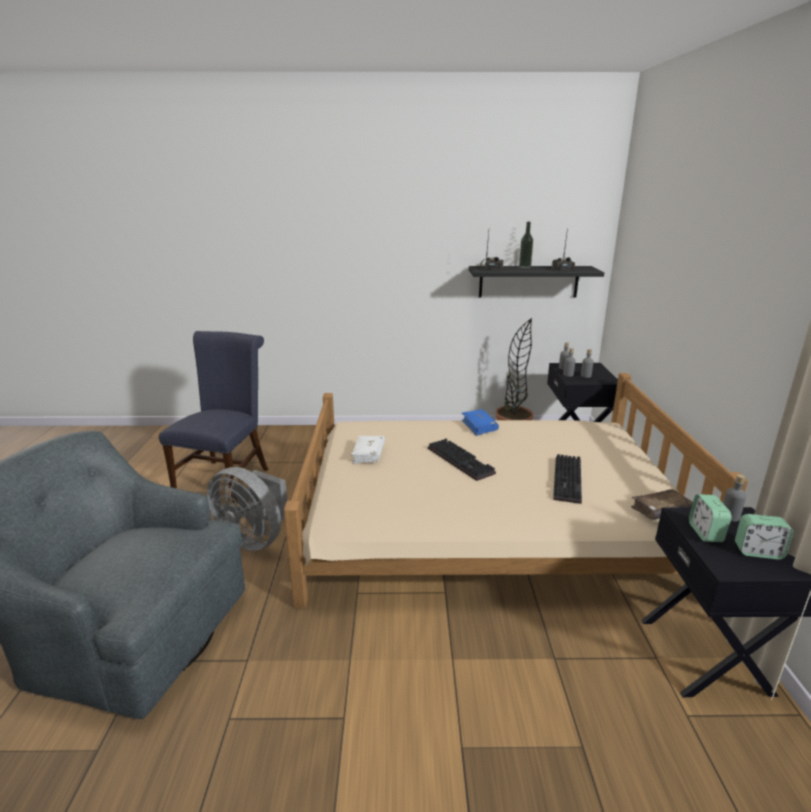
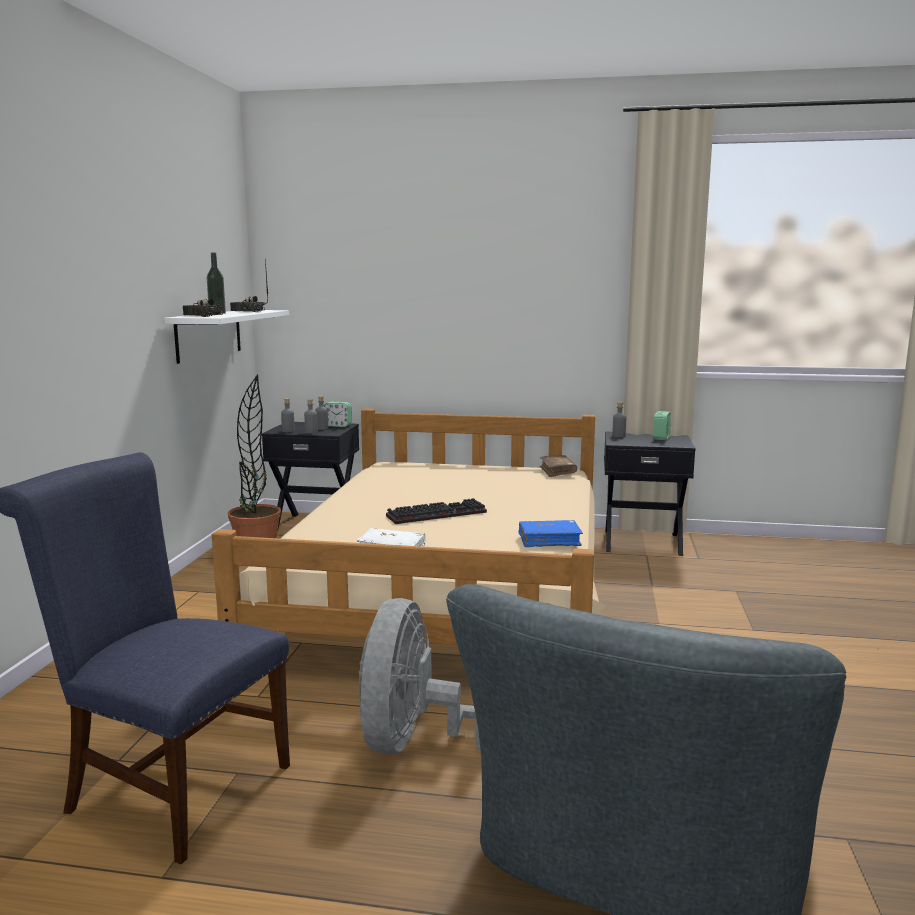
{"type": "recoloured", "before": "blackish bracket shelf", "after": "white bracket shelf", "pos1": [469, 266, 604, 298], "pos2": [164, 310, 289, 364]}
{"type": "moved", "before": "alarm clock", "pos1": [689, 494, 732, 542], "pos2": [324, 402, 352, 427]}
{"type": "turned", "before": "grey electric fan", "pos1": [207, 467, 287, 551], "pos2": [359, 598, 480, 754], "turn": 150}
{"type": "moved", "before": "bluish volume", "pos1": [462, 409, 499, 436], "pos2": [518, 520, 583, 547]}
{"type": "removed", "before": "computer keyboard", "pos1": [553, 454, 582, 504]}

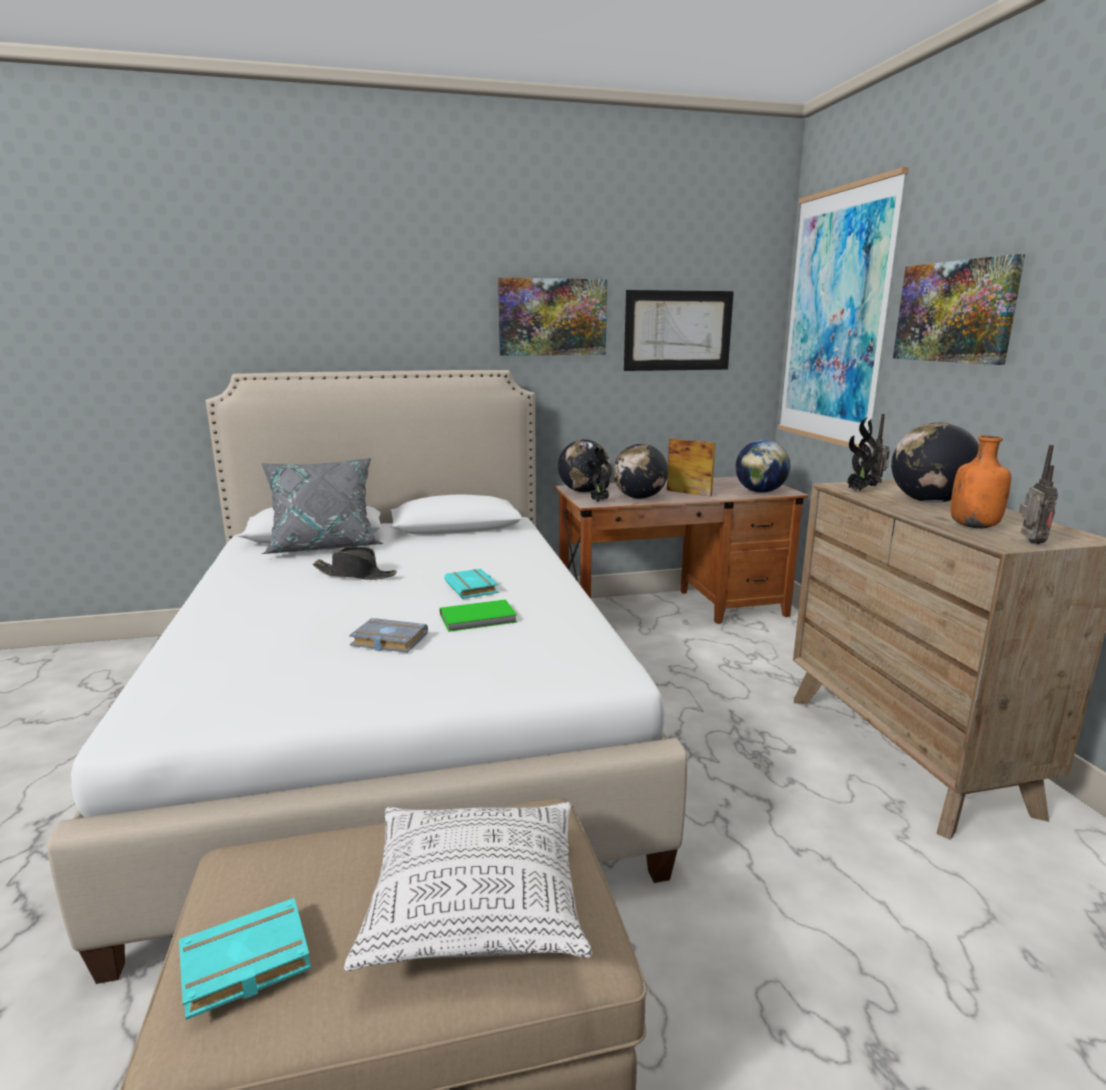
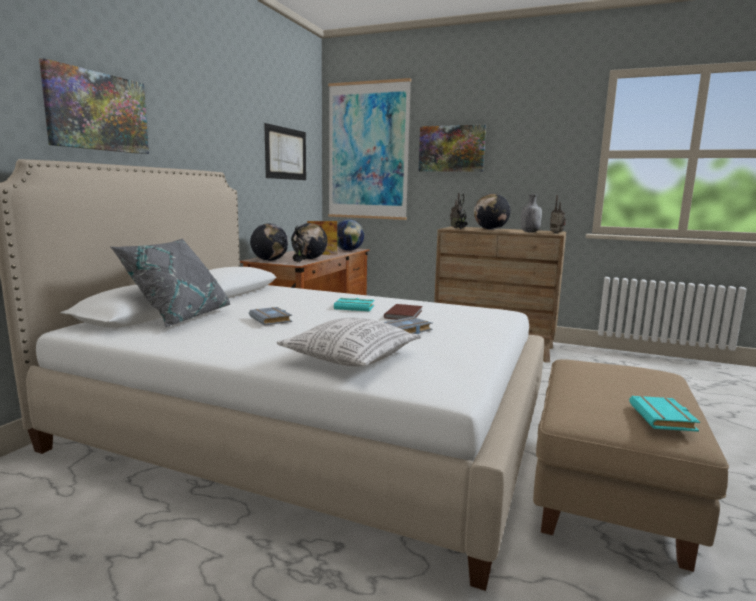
{"type": "moved", "before": "wall picture", "pos1": [498, 278, 607, 356], "pos2": [39, 58, 149, 154]}
{"type": "replaced", "before": "blackish hat", "after": "grey volume", "pos1": [312, 547, 397, 580], "pos2": [249, 307, 292, 326]}
{"type": "moved", "before": "pillow", "pos1": [344, 802, 592, 971], "pos2": [277, 318, 421, 366]}
{"type": "recoloured", "before": "green-coloured volume", "after": "brownish volume", "pos1": [440, 599, 517, 632], "pos2": [384, 304, 422, 320]}
{"type": "recoloured", "before": "orangey bottle", "after": "grey bottle", "pos1": [951, 435, 1011, 528], "pos2": [521, 194, 542, 233]}

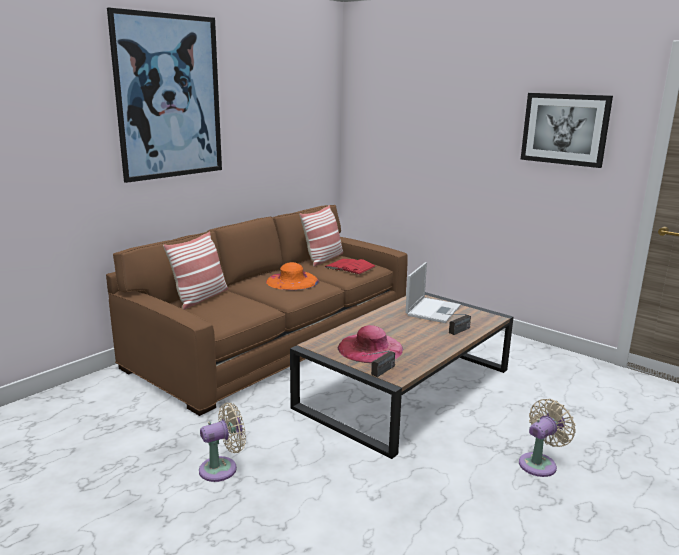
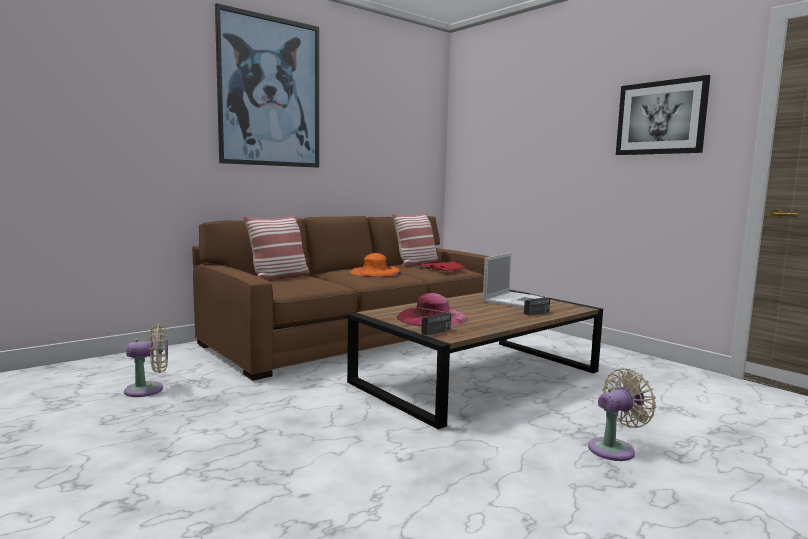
{"type": "moved", "before": "beige-coloured electric fan", "pos1": [199, 402, 246, 482], "pos2": [124, 325, 168, 397]}

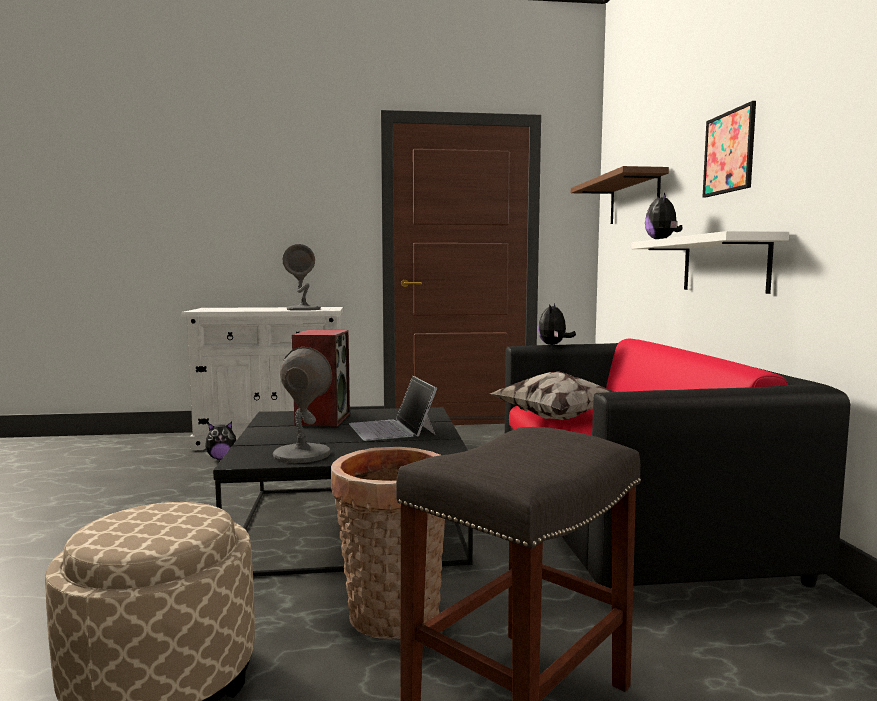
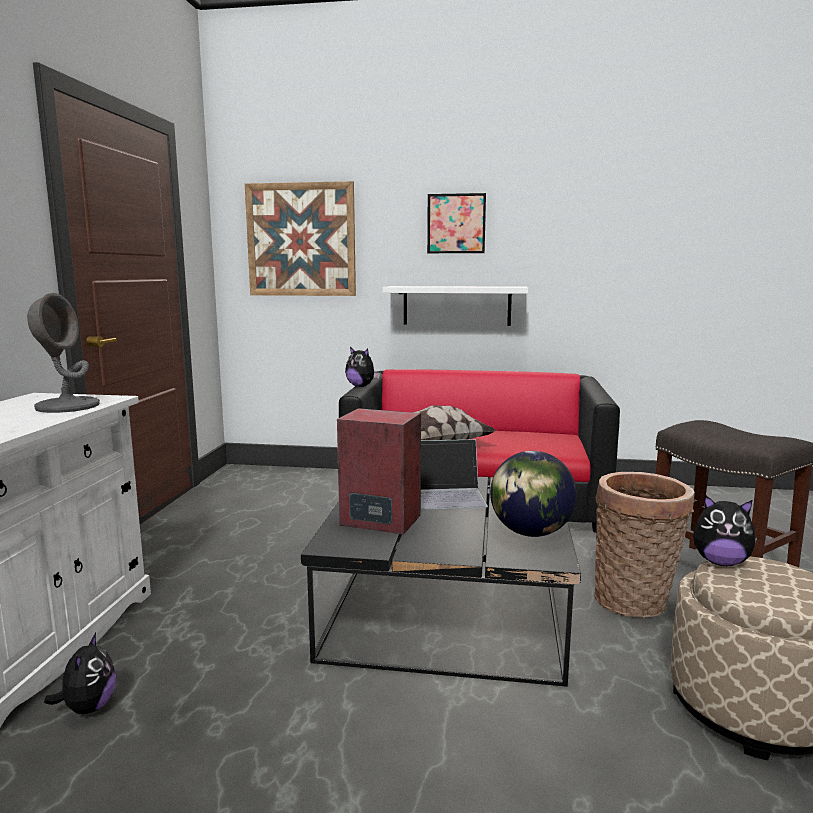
{"type": "replaced", "before": "brownish bracket shelf", "after": "wall picture", "pos1": [571, 166, 669, 224], "pos2": [245, 181, 356, 296]}
{"type": "replaced", "before": "grey tabletop lamp", "after": "world globe", "pos1": [273, 347, 332, 463], "pos2": [490, 451, 577, 537]}
{"type": "moved", "before": "cuddly toy", "pos1": [645, 193, 683, 239], "pos2": [693, 496, 757, 566]}

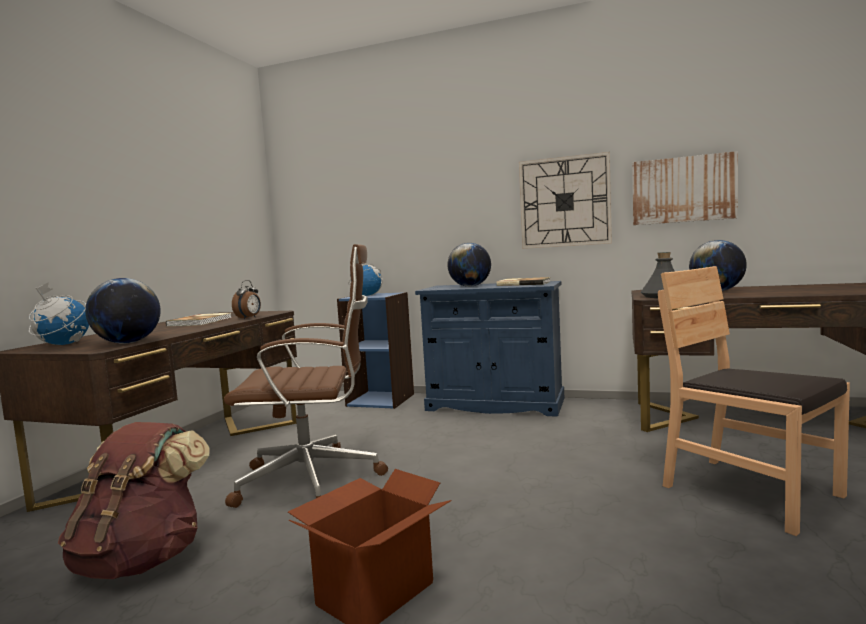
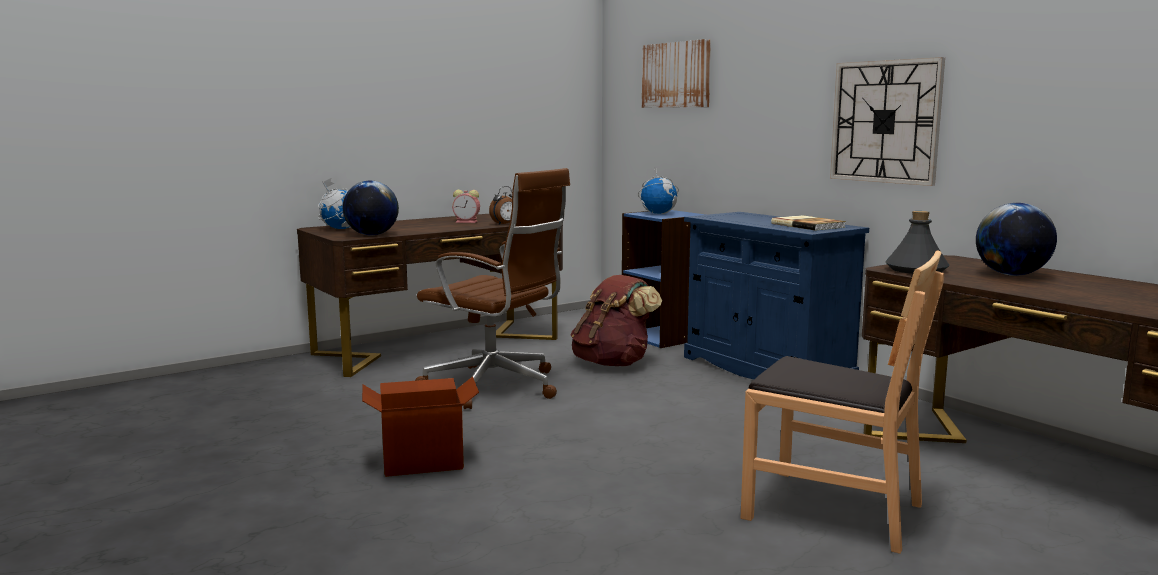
{"type": "replaced", "before": "volume", "after": "alarm clock", "pos1": [166, 313, 231, 326], "pos2": [452, 190, 480, 223]}
{"type": "moved", "before": "brownish backpack", "pos1": [58, 422, 210, 579], "pos2": [571, 275, 662, 366]}
{"type": "moved", "before": "wall picture", "pos1": [632, 151, 738, 225], "pos2": [642, 39, 711, 108]}
{"type": "turned", "before": "brownish plain chair", "pos1": [658, 266, 850, 536], "pos2": [741, 251, 944, 554], "turn": 120}
{"type": "removed", "before": "world globe", "pos1": [447, 243, 491, 287]}

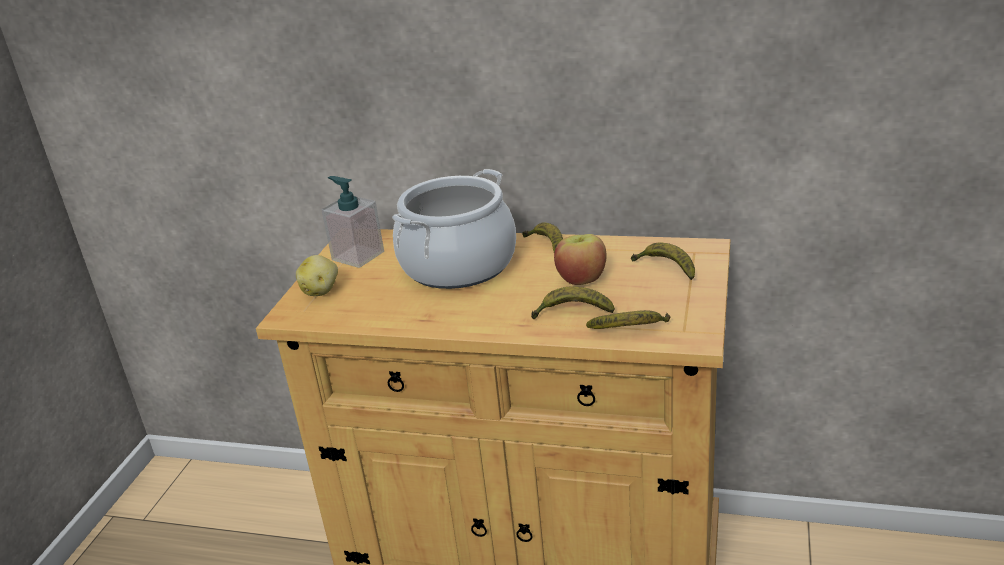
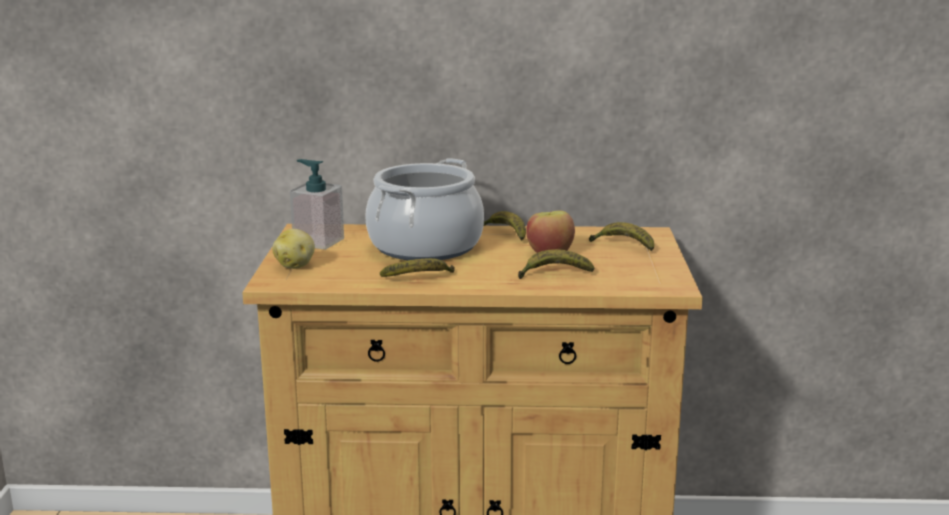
{"type": "moved", "before": "banana fruit", "pos1": [586, 310, 670, 329], "pos2": [380, 258, 455, 277]}

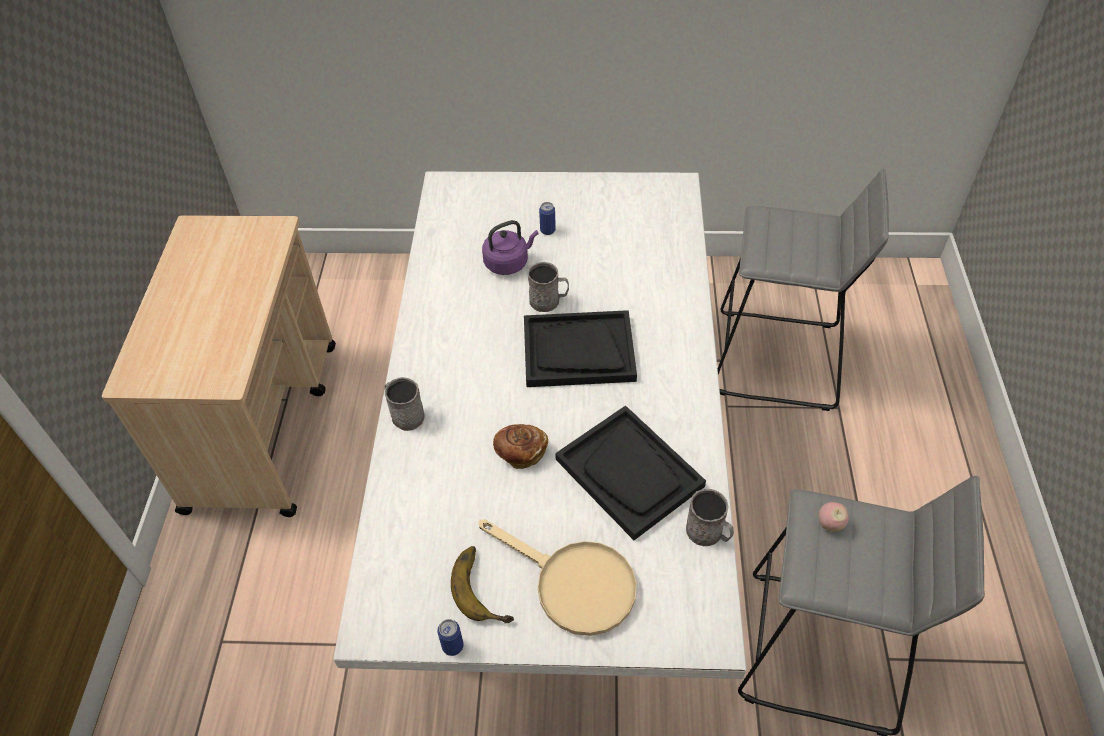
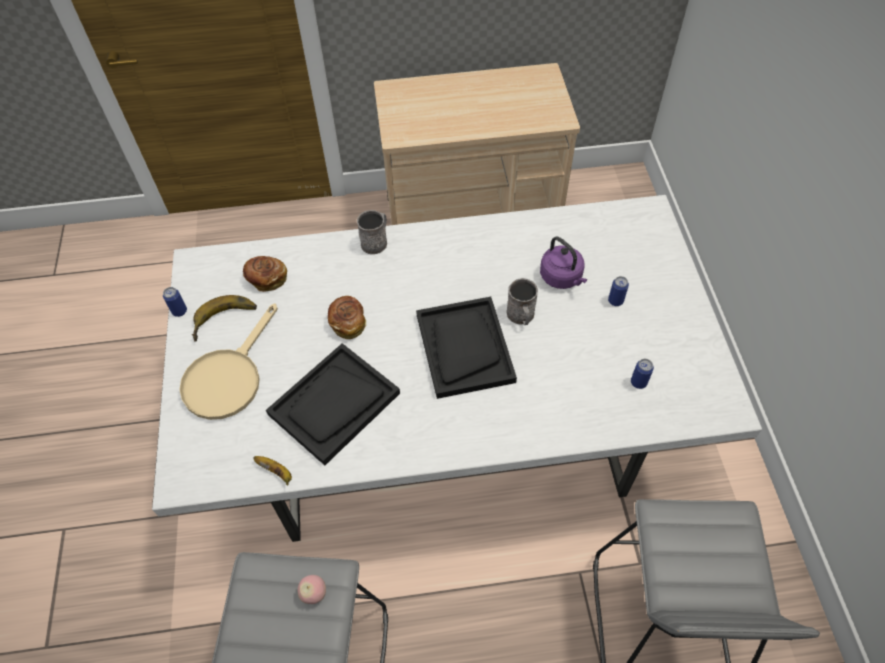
{"type": "added", "after": "bakery bread", "pos2": [243, 256, 287, 292]}
{"type": "replaced", "before": "grey mug", "after": "banana fruit", "pos1": [686, 489, 734, 546], "pos2": [253, 456, 292, 486]}
{"type": "added", "after": "can", "pos2": [631, 359, 654, 389]}

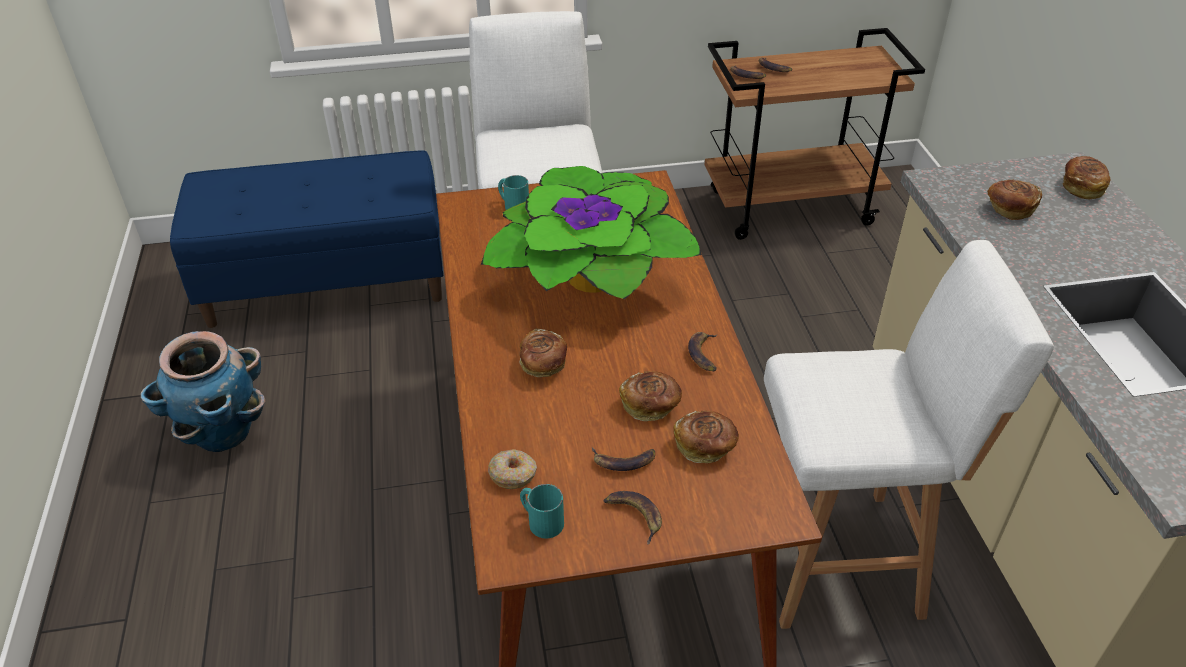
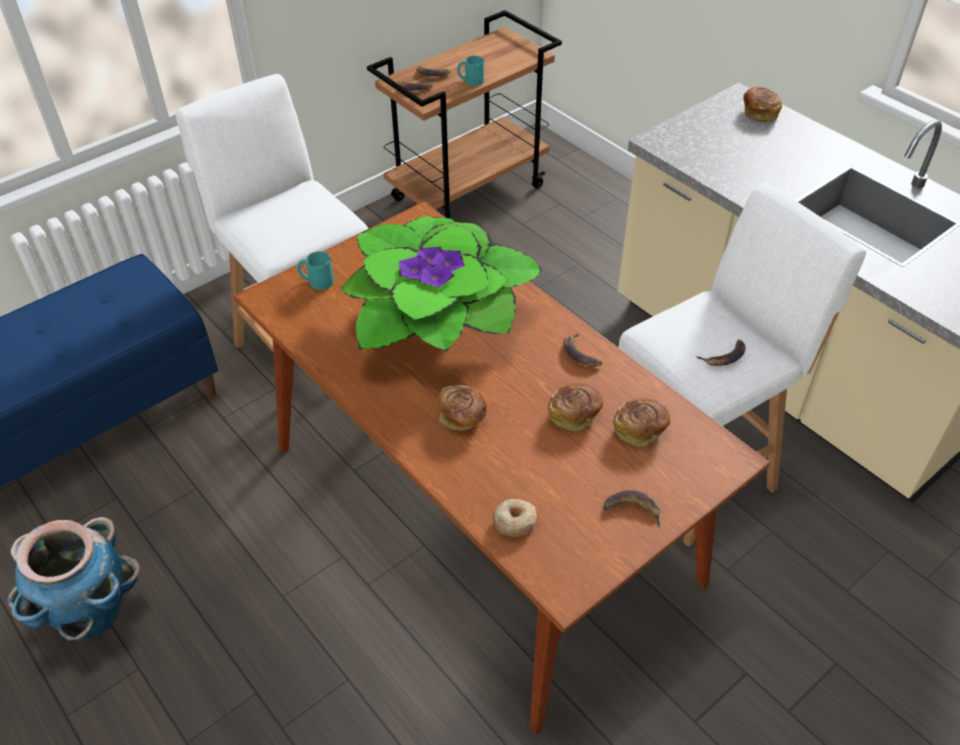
{"type": "moved", "before": "turquoise-coloured mug", "pos1": [520, 484, 564, 539], "pos2": [457, 56, 484, 86]}
{"type": "moved", "before": "banana fruit", "pos1": [592, 448, 655, 471], "pos2": [696, 339, 746, 366]}
{"type": "removed", "before": "bakery bread", "pos1": [987, 180, 1042, 220]}

